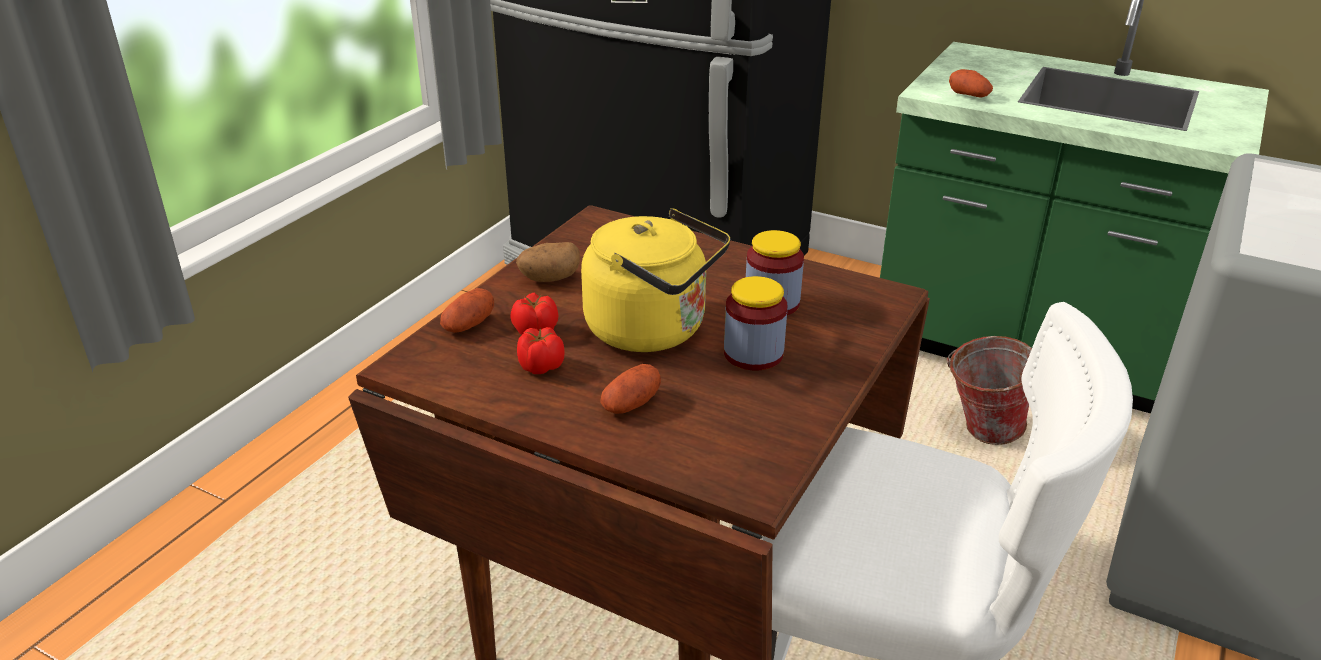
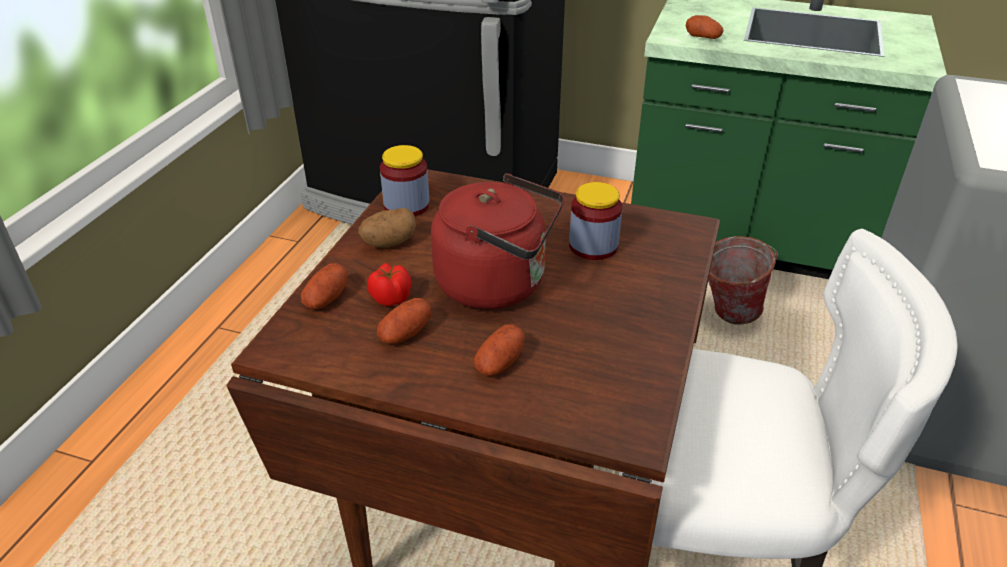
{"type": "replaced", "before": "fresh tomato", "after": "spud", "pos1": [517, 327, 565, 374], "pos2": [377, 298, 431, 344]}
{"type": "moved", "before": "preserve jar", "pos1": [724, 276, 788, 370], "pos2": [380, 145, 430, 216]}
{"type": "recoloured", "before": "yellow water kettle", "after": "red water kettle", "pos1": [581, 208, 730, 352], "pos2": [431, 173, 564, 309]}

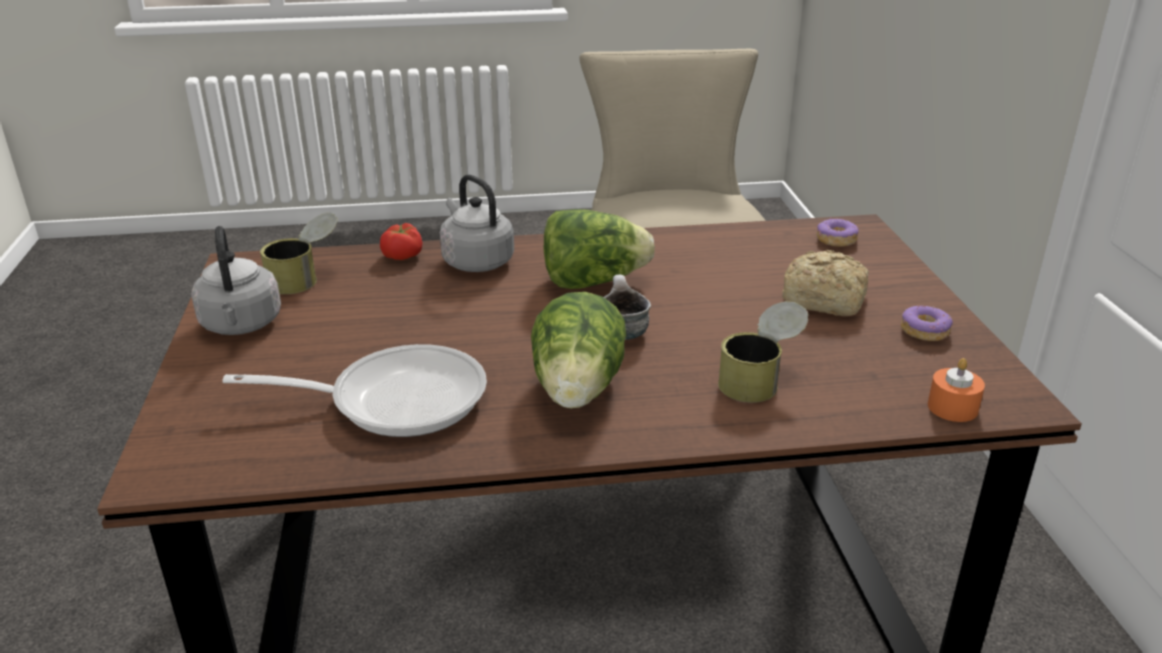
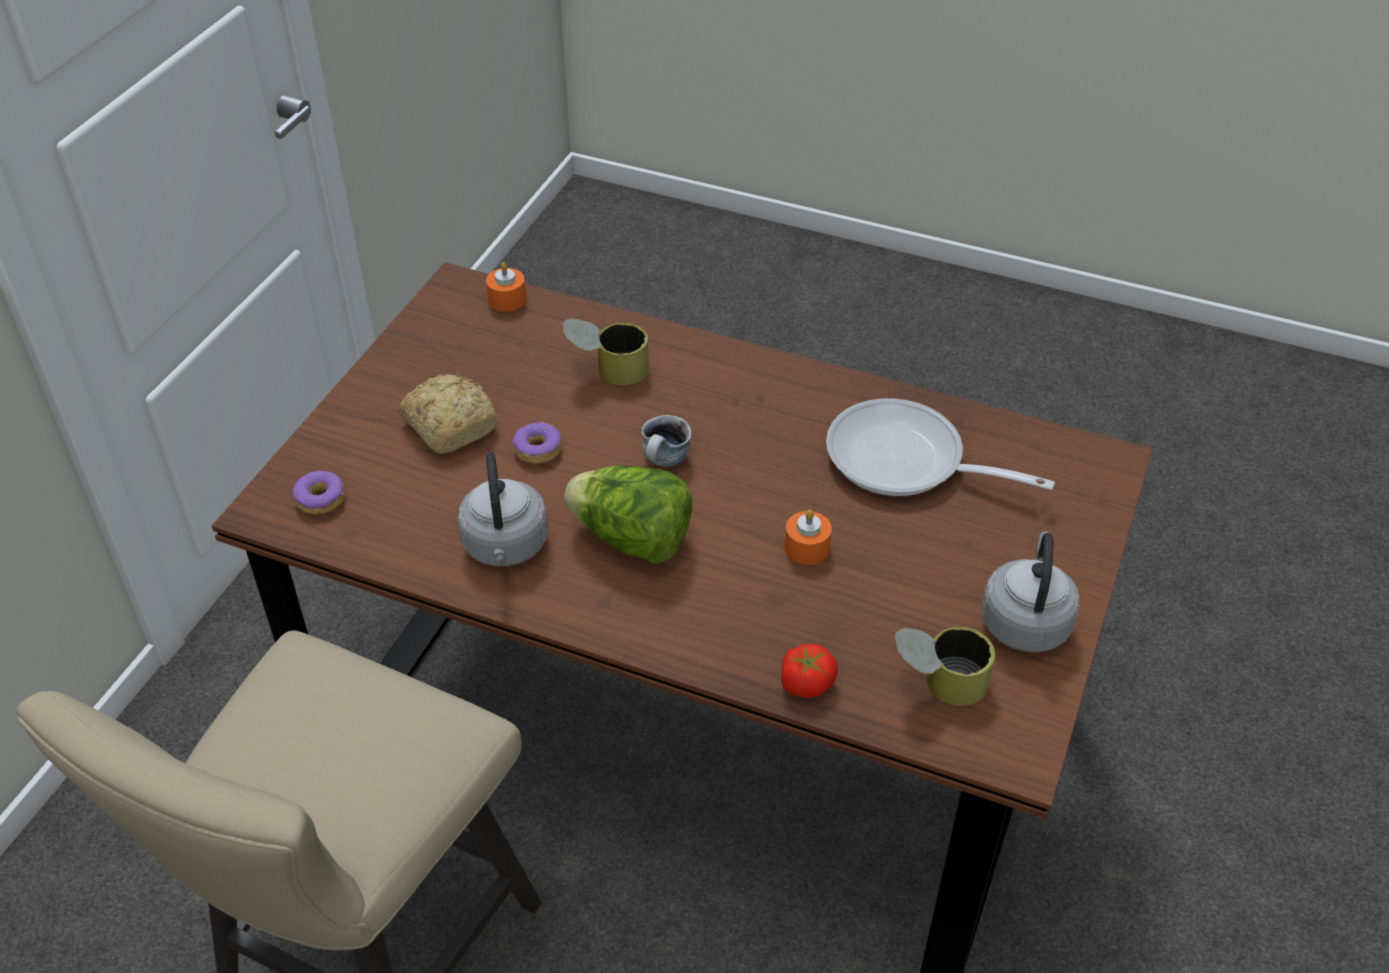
{"type": "moved", "before": "grey water kettle", "pos1": [440, 174, 514, 272], "pos2": [457, 452, 548, 566]}
{"type": "moved", "before": "donut", "pos1": [901, 306, 953, 341], "pos2": [512, 421, 561, 464]}
{"type": "added", "after": "orangey wax light", "pos2": [784, 510, 832, 565]}
{"type": "removed", "before": "head of lettuce", "pos1": [531, 292, 626, 409]}

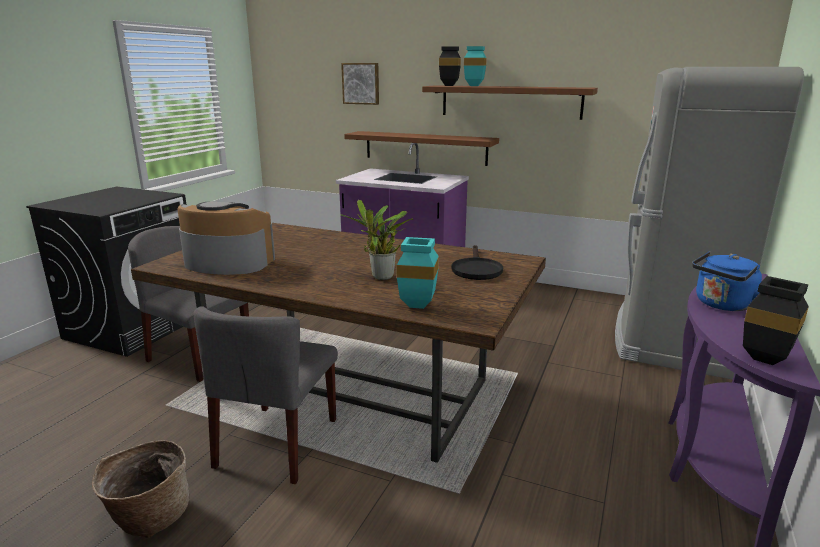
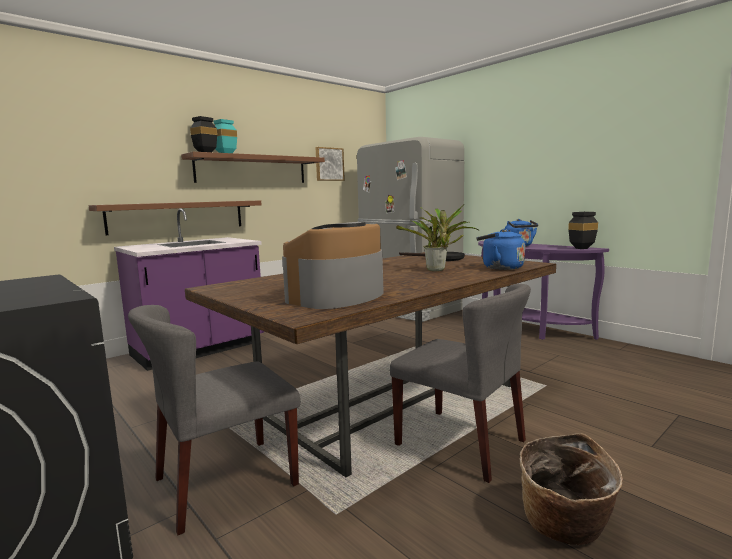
{"type": "moved", "before": "wall picture", "pos1": [341, 63, 379, 105], "pos2": [316, 147, 345, 181]}
{"type": "replaced", "before": "turquoise-coloured flower vase", "after": "bluish water kettle", "pos1": [397, 237, 439, 309], "pos2": [476, 229, 525, 270]}

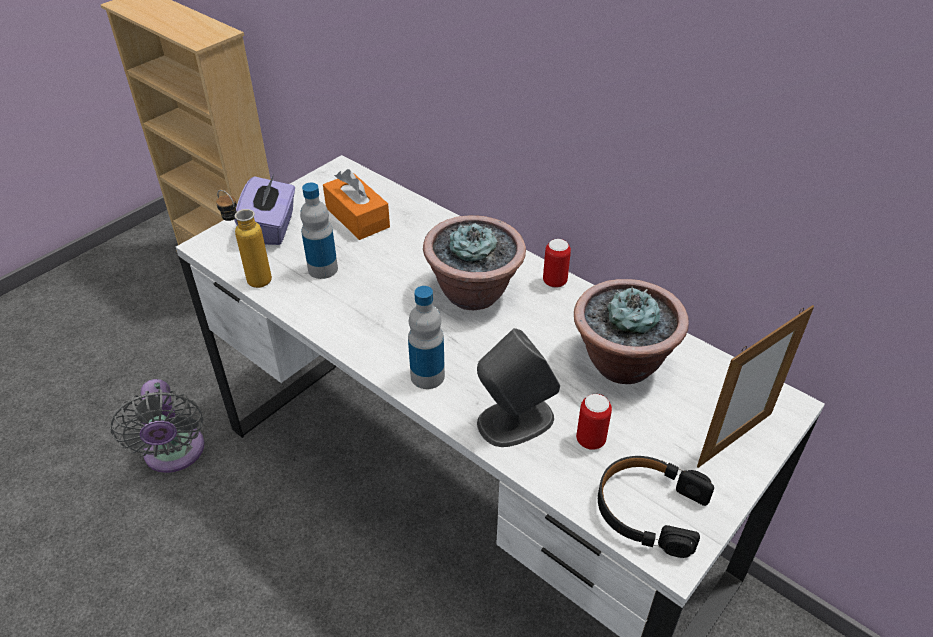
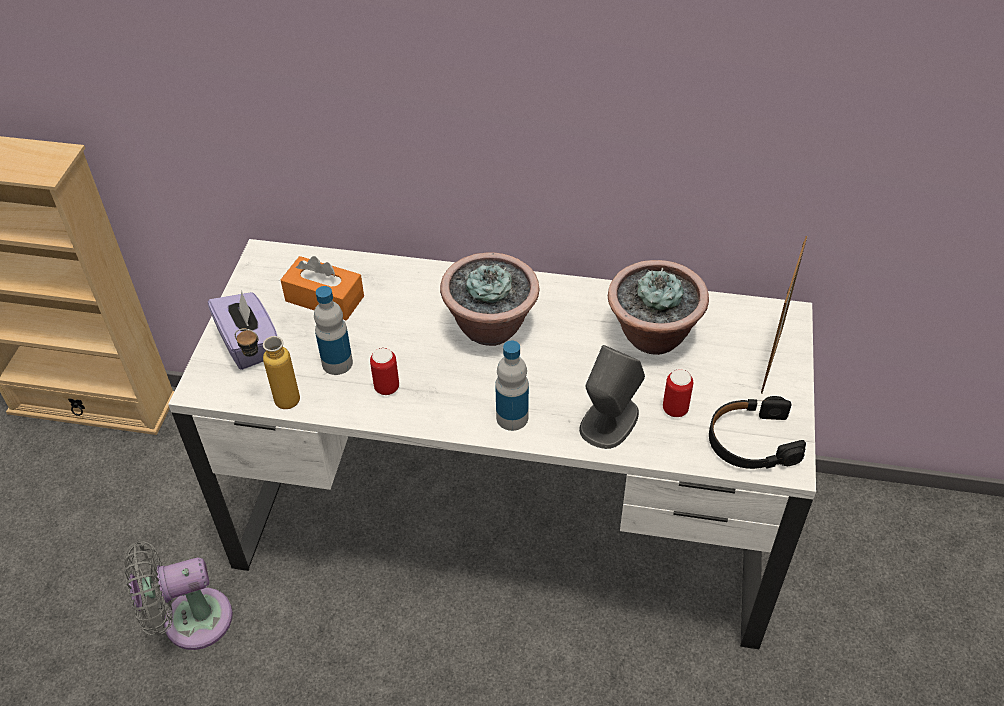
{"type": "turned", "before": "grey electric fan", "pos1": [110, 379, 204, 473], "pos2": [124, 541, 233, 650], "turn": 120}
{"type": "moved", "before": "can", "pos1": [543, 239, 571, 288], "pos2": [370, 348, 399, 395]}

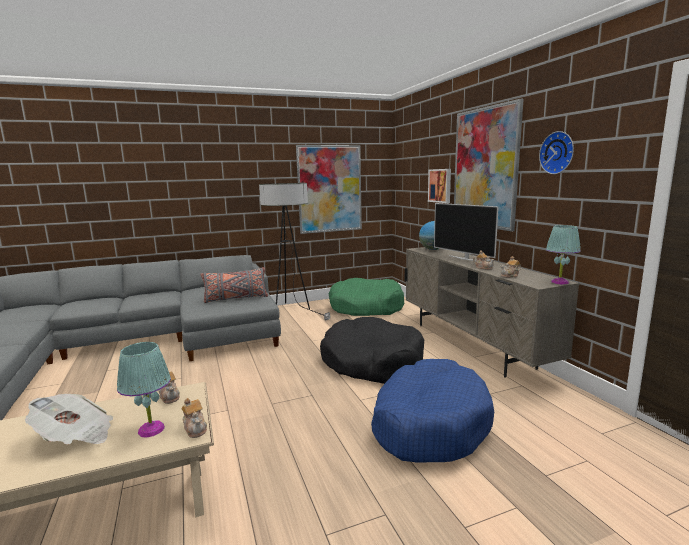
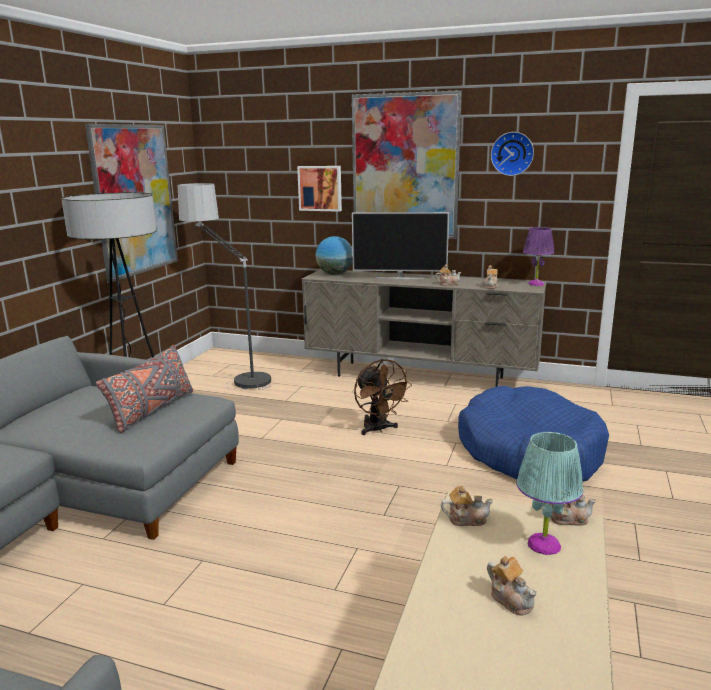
{"type": "replaced", "before": "green-coloured pet bed", "after": "floor lamp", "pos1": [329, 278, 404, 316], "pos2": [178, 183, 271, 390]}
{"type": "replaced", "before": "blackish pet bed", "after": "brownish electric fan", "pos1": [320, 317, 424, 384], "pos2": [354, 359, 412, 435]}
{"type": "replaced", "before": "printed paper", "after": "tea pot", "pos1": [25, 394, 113, 445], "pos2": [487, 556, 537, 616]}
{"type": "recoloured", "before": "turquoise-coloured tabletop lamp", "after": "purplish tabletop lamp", "pos1": [546, 225, 581, 284], "pos2": [523, 227, 555, 286]}

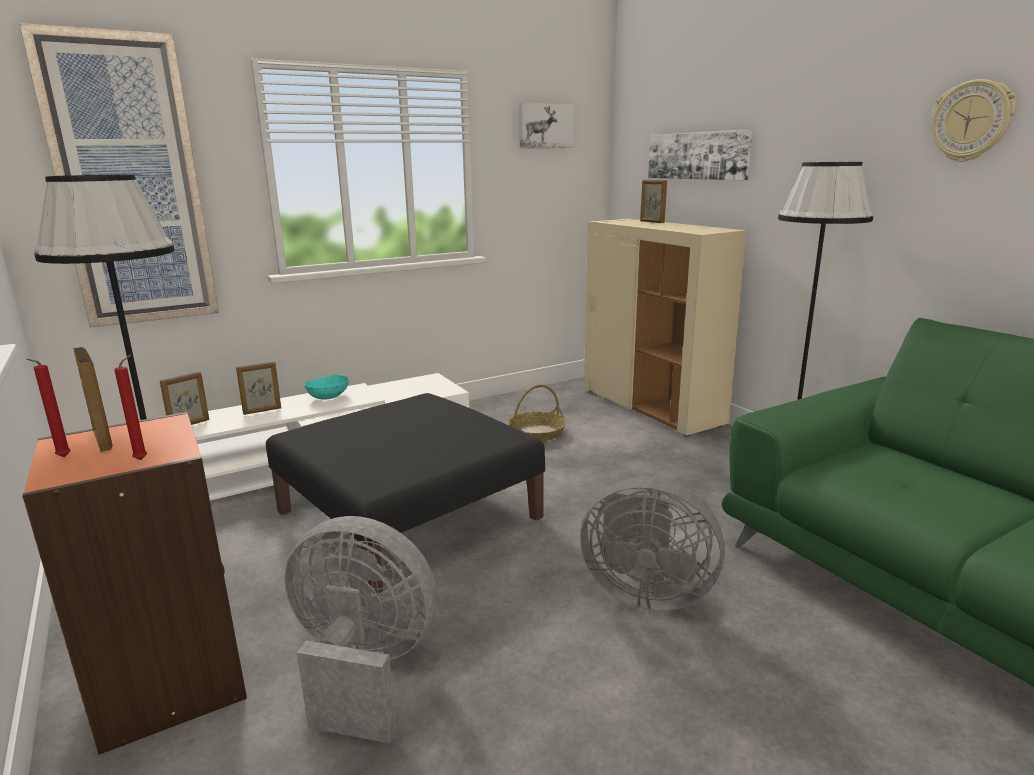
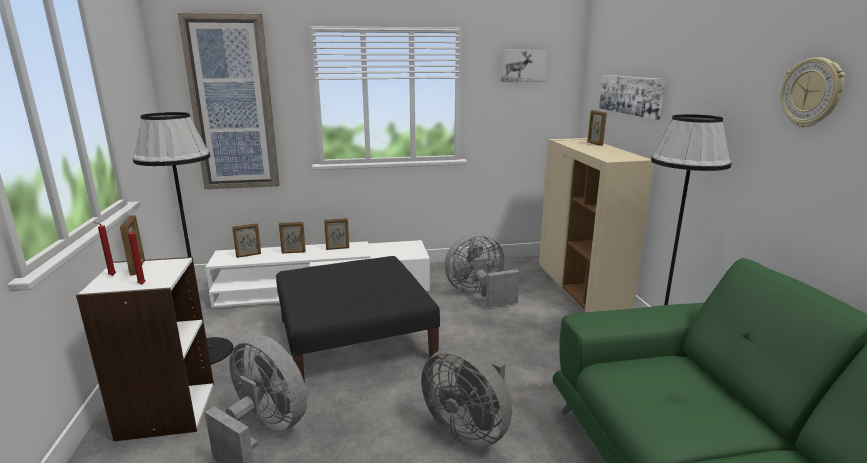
{"type": "recoloured", "before": "orangey shelving unit", "after": "white shelving unit", "pos1": [22, 412, 247, 755], "pos2": [76, 257, 214, 442]}
{"type": "replaced", "before": "turquoise-coloured bowl", "after": "picture frame", "pos1": [304, 375, 349, 400], "pos2": [324, 218, 349, 250]}
{"type": "replaced", "before": "storage basket", "after": "grey electric fan", "pos1": [507, 385, 567, 441], "pos2": [445, 233, 520, 308]}

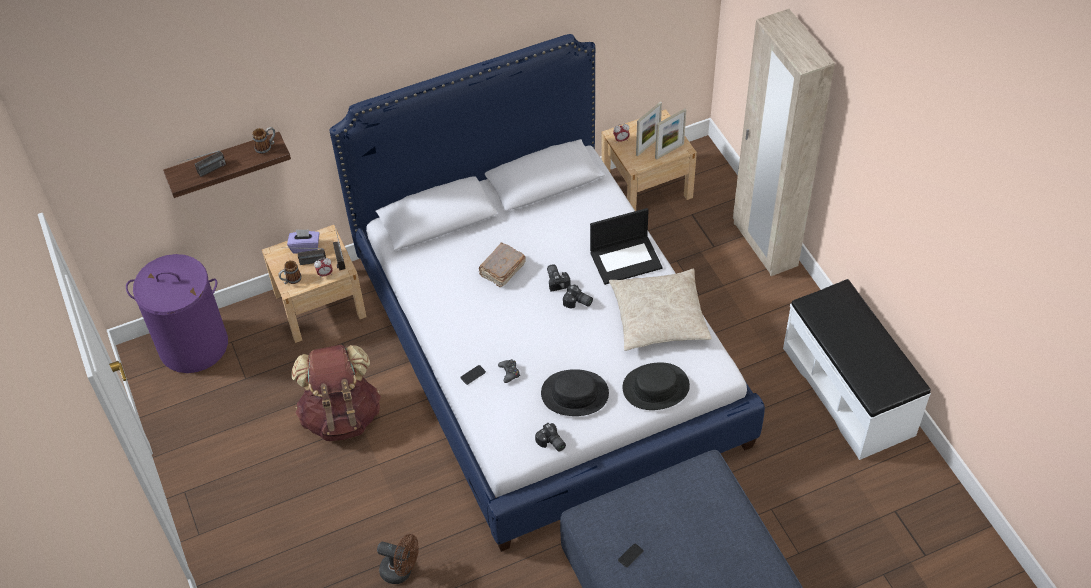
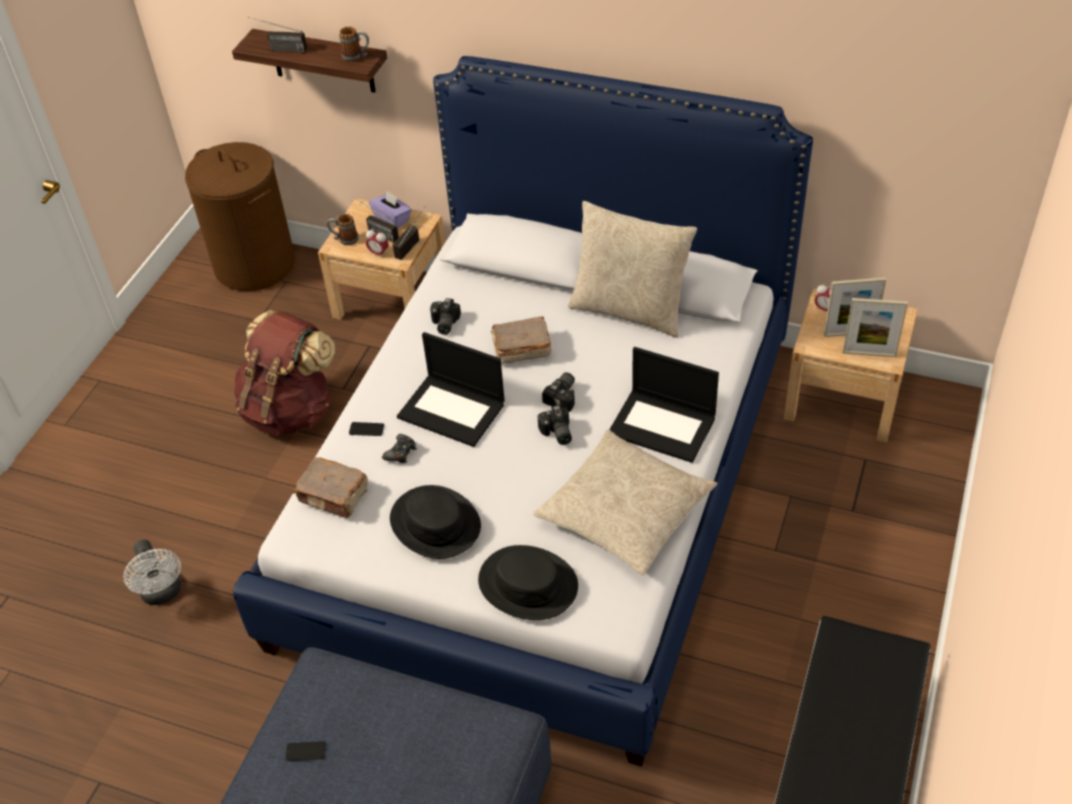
{"type": "recoloured", "before": "brownish electric fan", "after": "white electric fan", "pos1": [377, 534, 419, 584], "pos2": [124, 540, 181, 605]}
{"type": "recoloured", "before": "purplish hamper", "after": "brownish hamper", "pos1": [126, 254, 228, 373], "pos2": [185, 142, 295, 291]}
{"type": "added", "after": "brownish volume", "pos2": [293, 457, 368, 518]}
{"type": "added", "after": "notebook computer", "pos2": [397, 332, 505, 447]}
{"type": "moved", "before": "still camera", "pos1": [535, 423, 566, 451], "pos2": [430, 298, 461, 335]}
{"type": "added", "after": "beige-coloured pillow", "pos2": [568, 201, 697, 338]}
{"type": "removed", "before": "beige-coloured clothes cupboard", "pos1": [733, 9, 835, 276]}

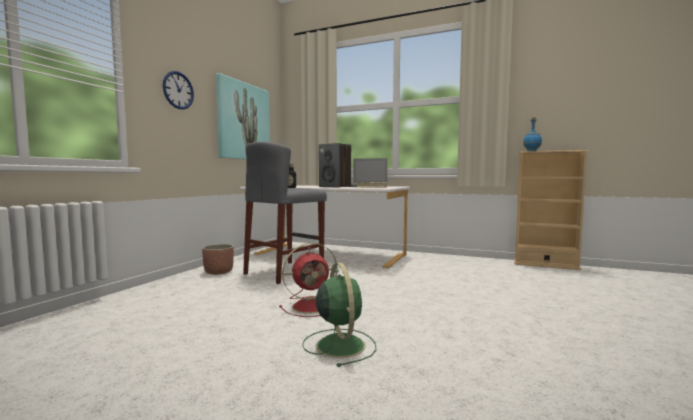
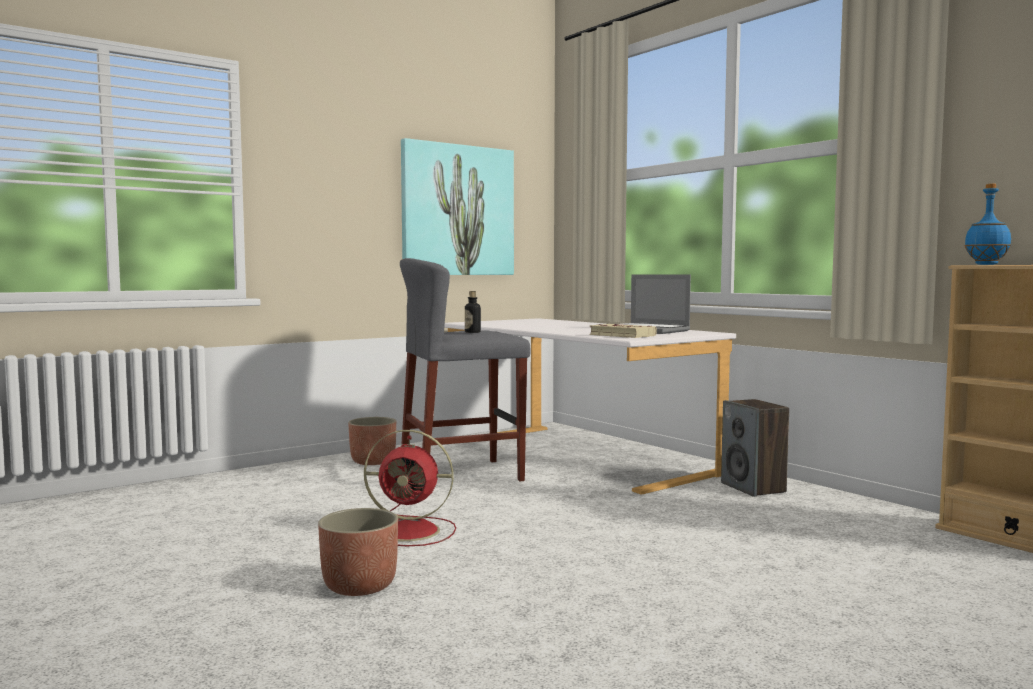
{"type": "replaced", "before": "green-coloured electric fan", "after": "plant pot", "pos1": [302, 263, 376, 367], "pos2": [318, 508, 398, 596]}
{"type": "moved", "before": "audio speaker", "pos1": [319, 143, 351, 188], "pos2": [721, 399, 789, 497]}
{"type": "removed", "before": "clock on the wall", "pos1": [163, 71, 194, 109]}

